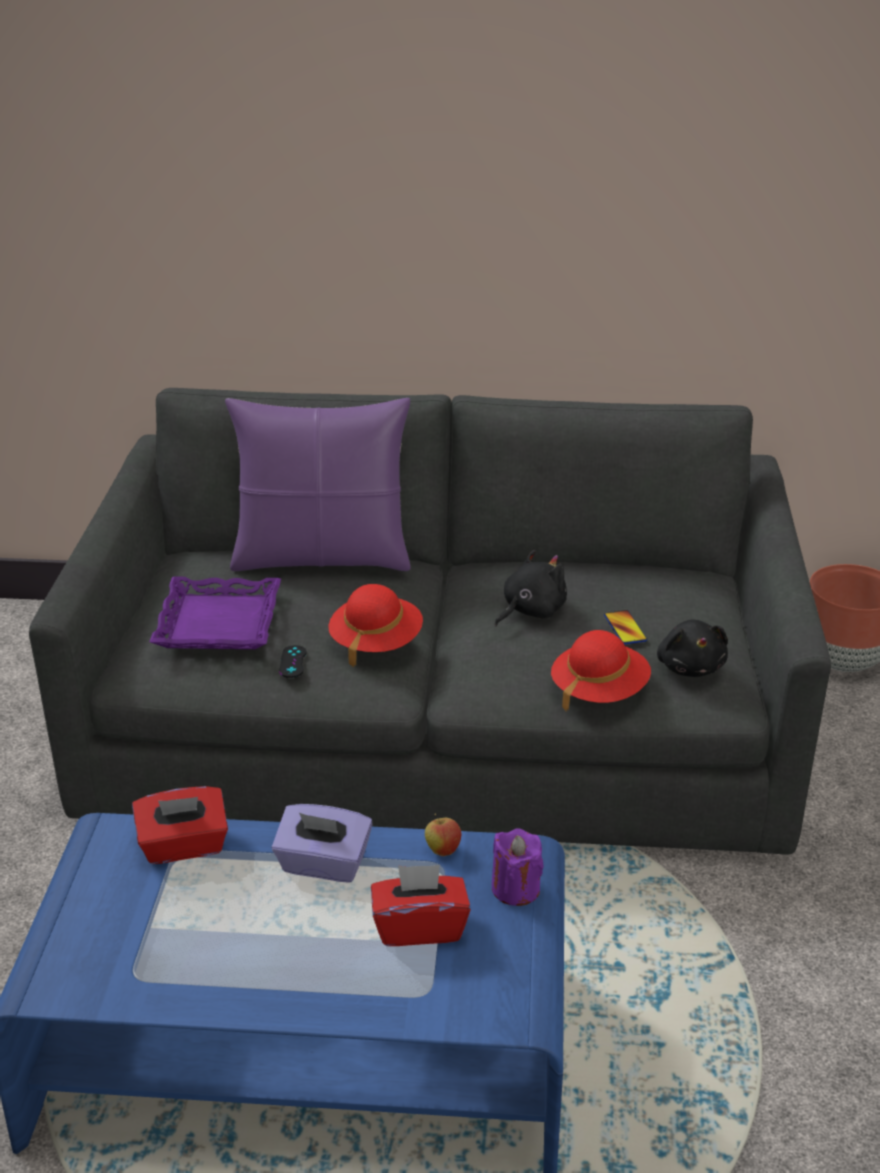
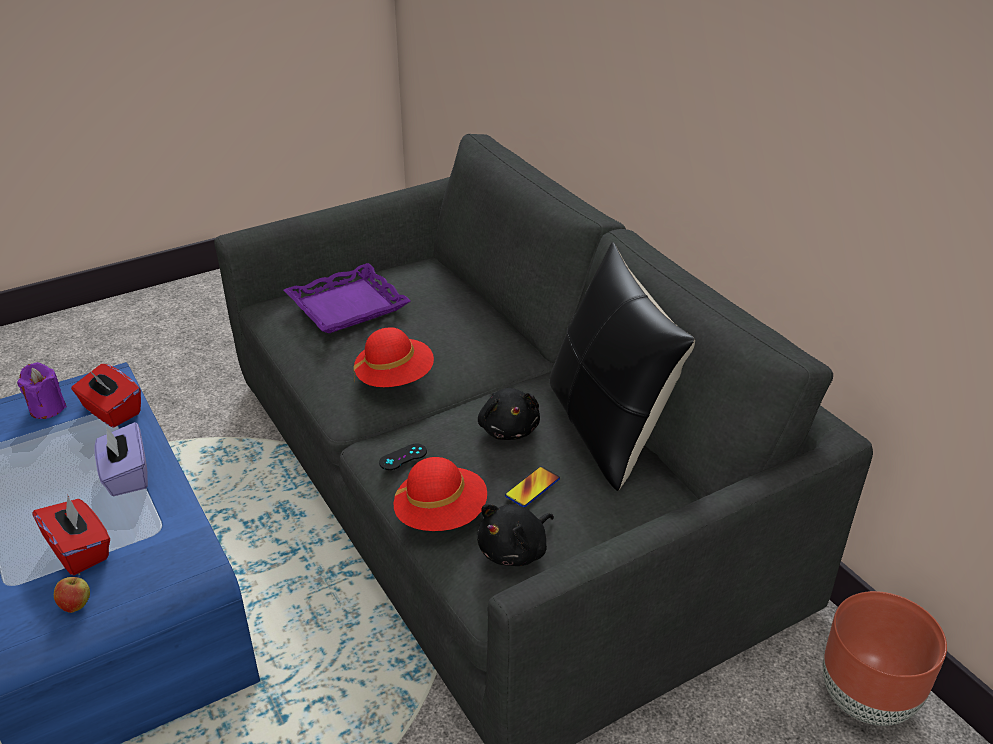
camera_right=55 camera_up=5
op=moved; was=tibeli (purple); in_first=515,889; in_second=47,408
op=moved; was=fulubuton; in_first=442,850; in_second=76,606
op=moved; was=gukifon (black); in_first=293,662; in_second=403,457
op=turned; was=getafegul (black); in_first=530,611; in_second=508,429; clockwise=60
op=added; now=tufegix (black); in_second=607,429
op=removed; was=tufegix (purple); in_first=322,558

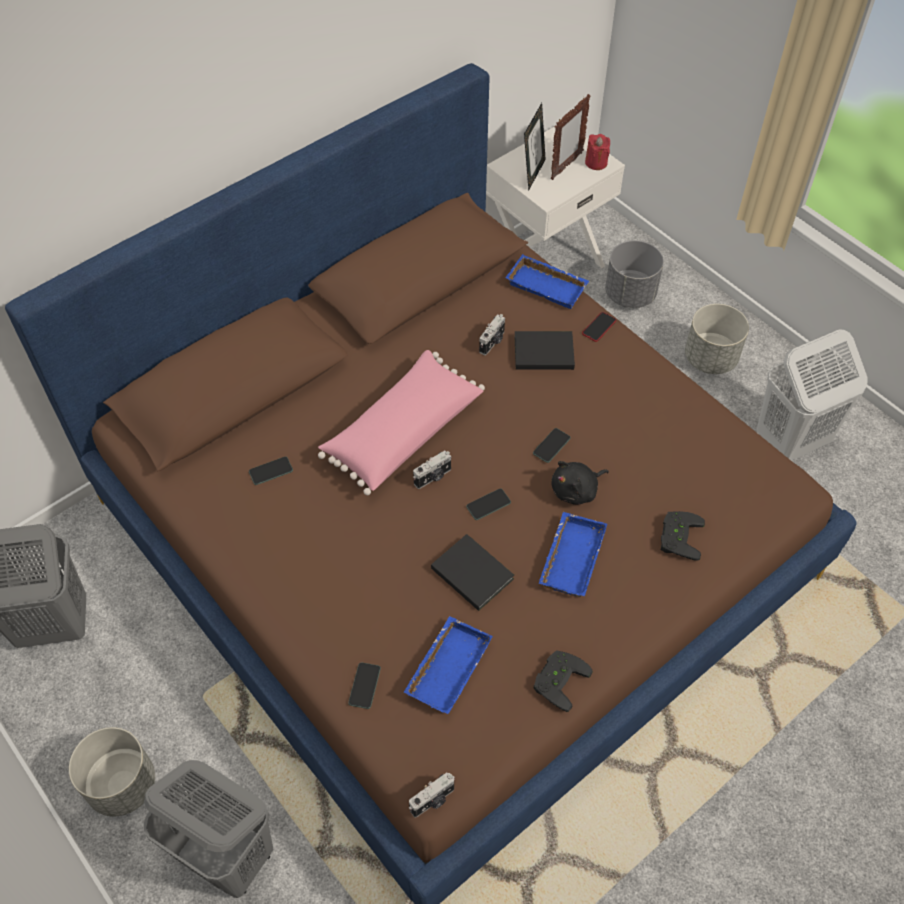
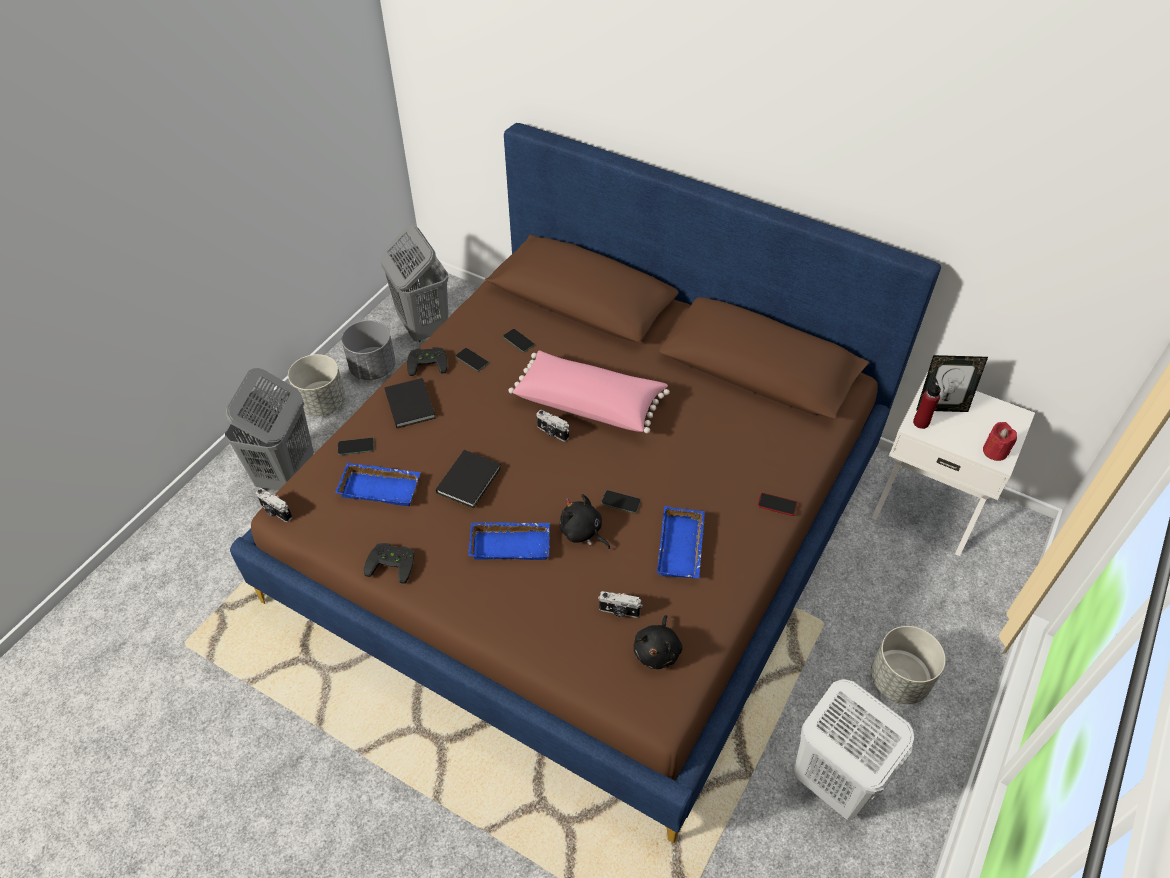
camera_right=70 camera_up=-5
op=moved; was=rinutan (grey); in_first=630,294; in_second=372,368
op=moved; was=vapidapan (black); in_first=542,352; in_second=410,403
op=moved; was=gukifon (black); in_first=677,536; in_second=428,362
op=moved; was=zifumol; in_first=488,504; in_second=472,360
op=moved; was=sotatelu; in_first=493,342; in_second=619,611
op=added; now=getafegul (black); in_second=657,651
op=moved; was=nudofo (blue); in_first=548,285; in_second=682,548
op=added; now=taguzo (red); in_second=921,422
op=removed; was=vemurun; in_first=566,166

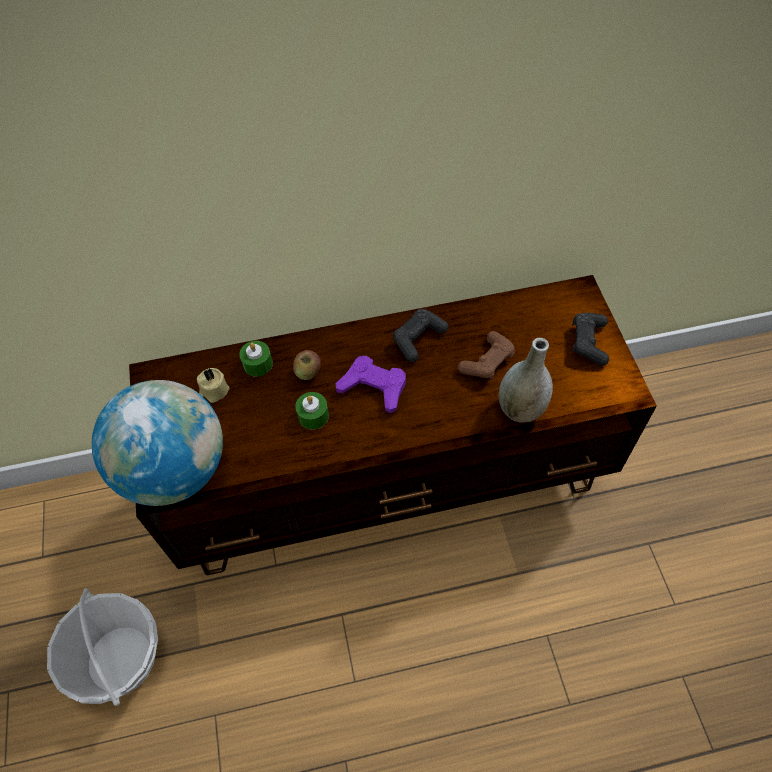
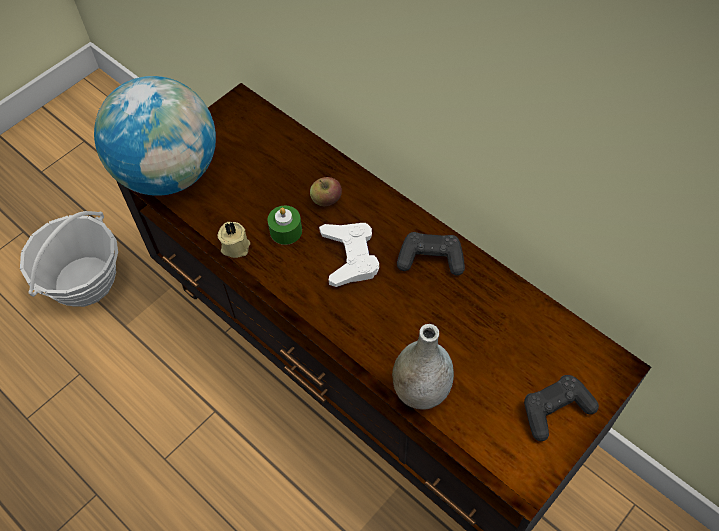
camera_right=55 camera_up=0
op=moved; was=tibeli (beige); in_first=214,390; in_second=235,246
op=recoloured; was=gukifon (purple); now=gukifon (white); in_first=374,387; in_second=350,256
op=removed; was=tibeli (green); in_first=257,364
op=removed; was=gukifon (brown); in_first=487,362

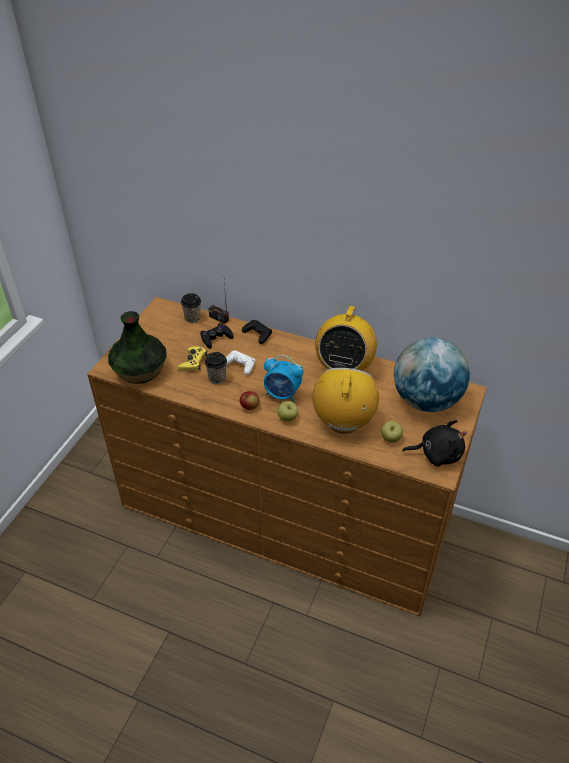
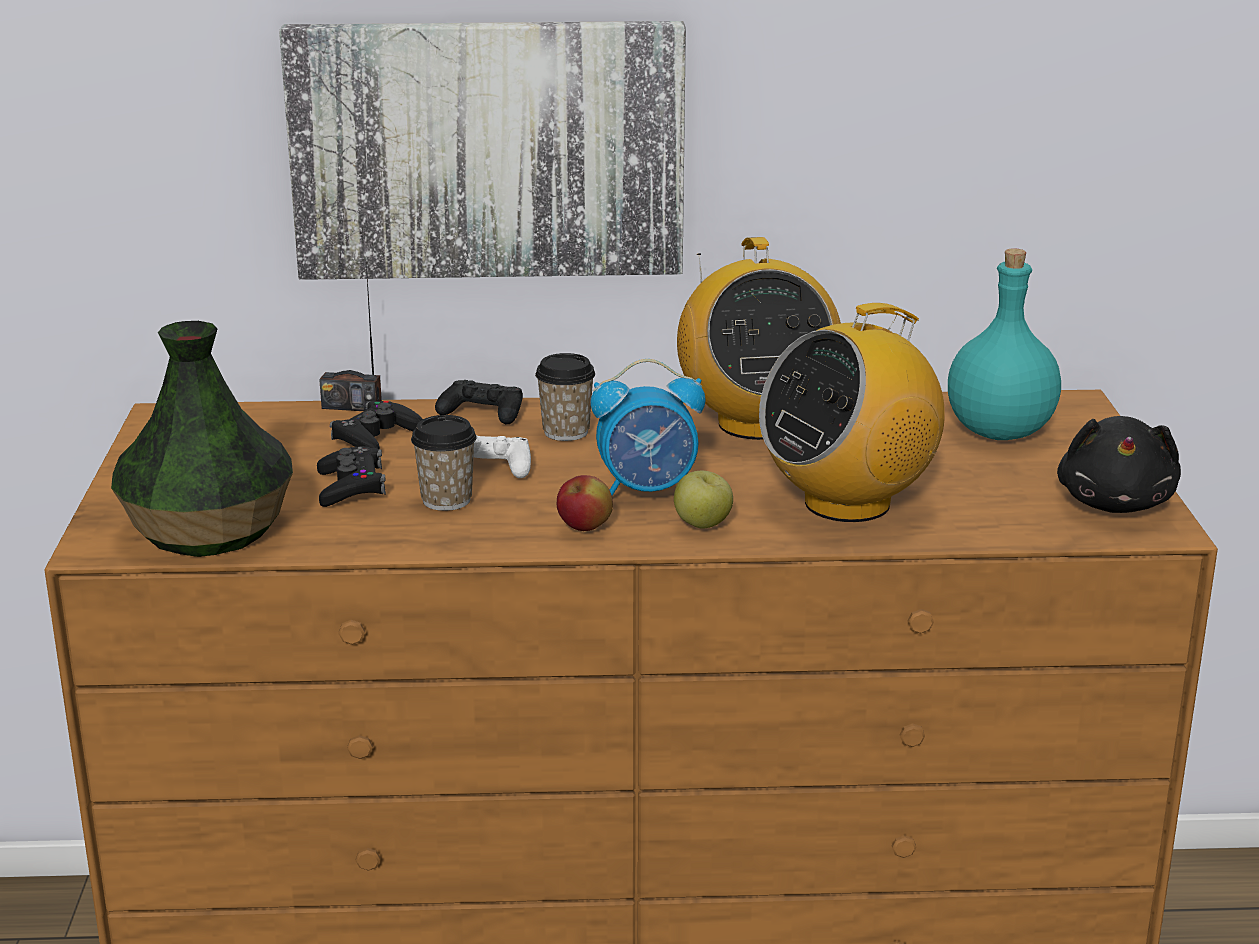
camera_right=-25 camera_up=-20
op=added; now=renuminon; in_second=488,149
op=recoloured; was=gukifon (yellow); now=gukifon (black); in_first=193,362; in_second=351,486
op=moved; was=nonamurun; in_first=192,318; in_second=566,432
op=turned; was=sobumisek; in_first=343,422; in_second=848,503; clockwise=-105
op=replaced; was=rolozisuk; now=taguzo (turquoise); in_first=426,400; in_second=997,432
op=turned; was=getafegul (black); in_first=437,454; in_second=1115,503; clockwise=120
op=removed; was=fulubuton; in_first=390,439

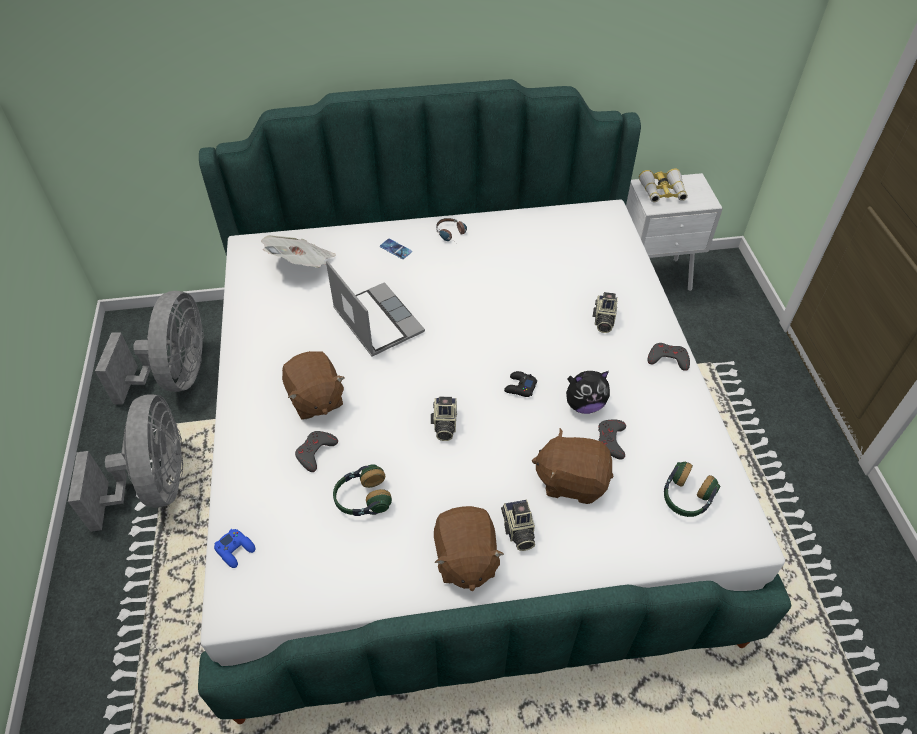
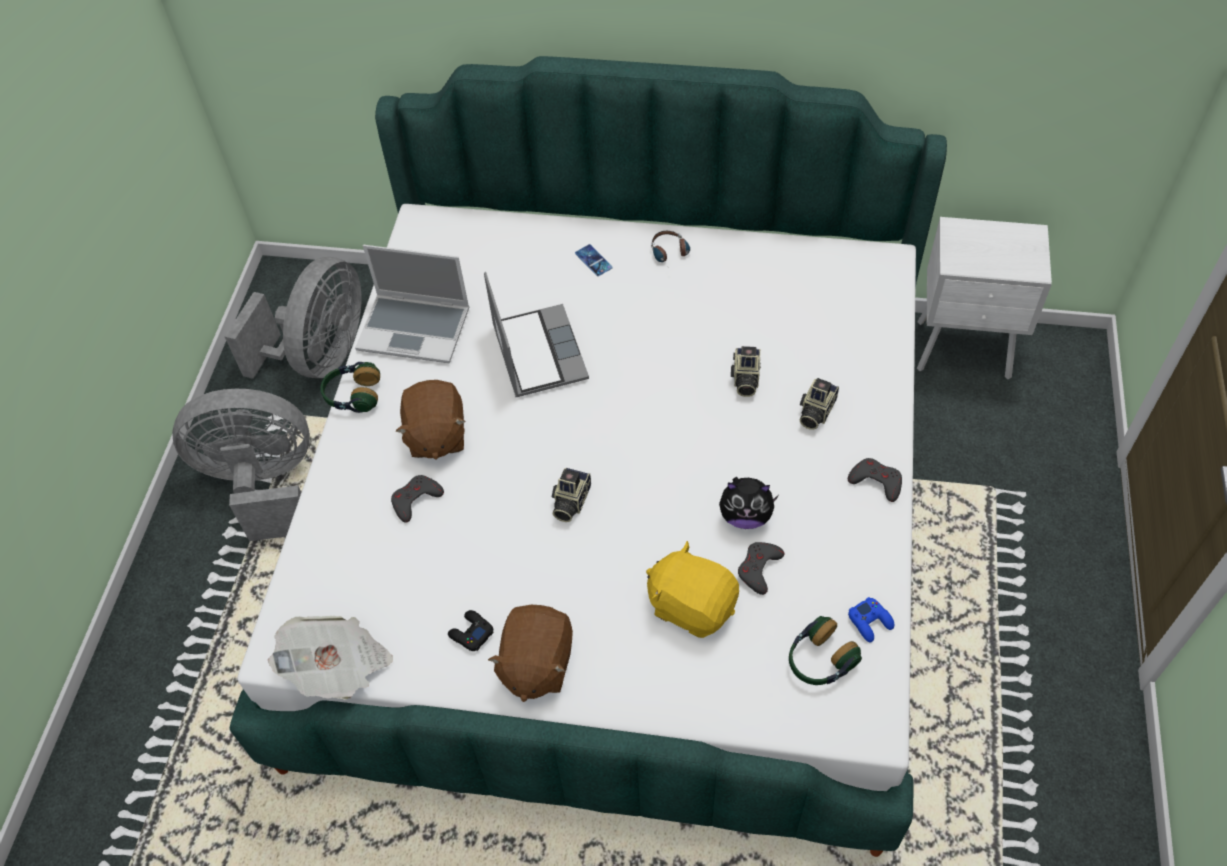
camera_right=20 camera_up=5
op=turned; was=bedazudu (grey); in_first=155,486; in_second=264,485; clockwise=-105
op=moved; was=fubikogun; in_first=302,264; in_second=338,667
op=moved; was=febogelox; in_first=362,499; in_second=353,395
op=added; now=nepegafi; in_second=416,329
op=moved; was=gukifon (black); in_first=520,387; in_second=471,633
op=recoloured; was=getafegul (brown); now=getafegul (yellow); in_first=571,480; in_second=692,605
op=moved; was=sotatelu; in_first=518,531; in_second=745,379
op=moved; was=gukifon (blue); in_first=235,550; in_second=870,622
op=removed; was=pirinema; in_first=662,192

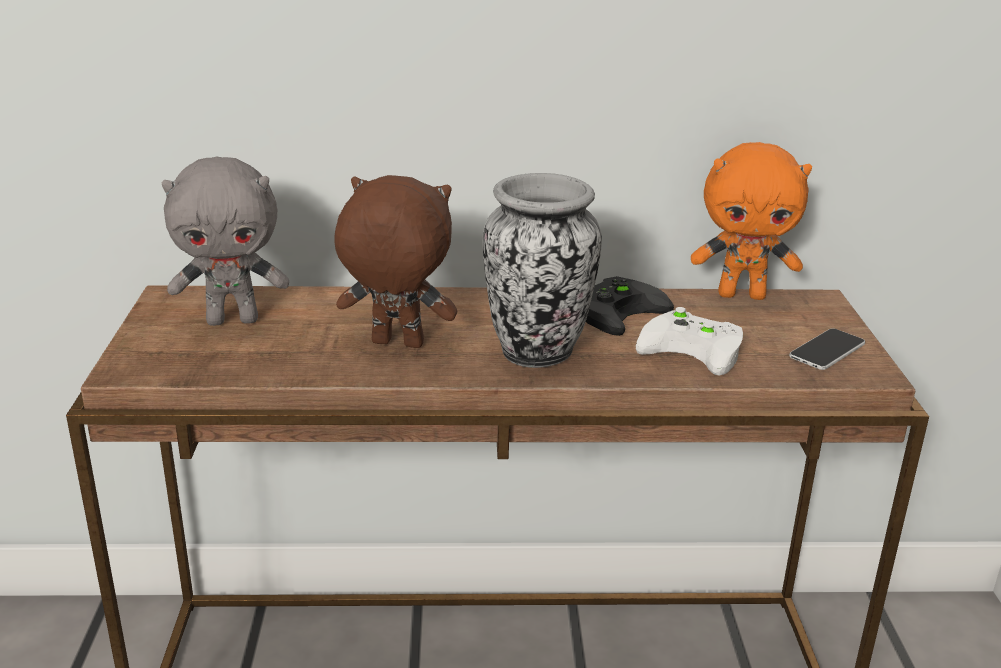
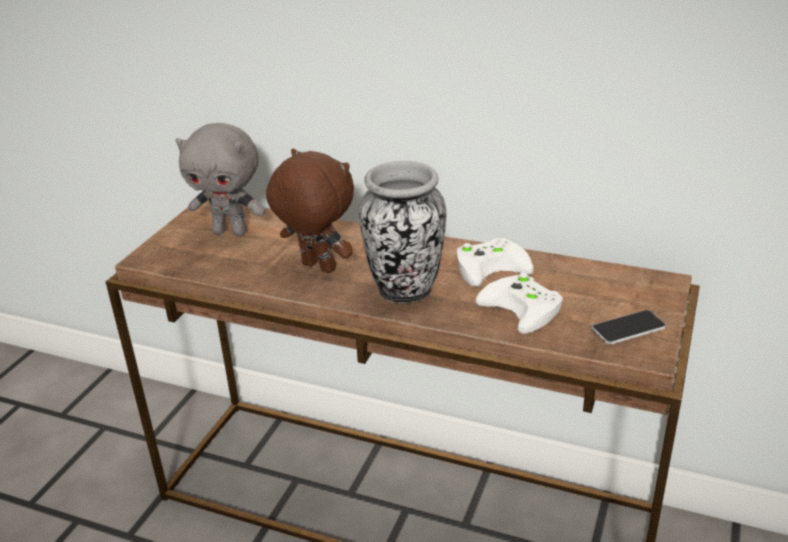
camera_right=25 camera_up=5
op=recoloured; was=gukifon (black); now=gukifon (white); in_first=617,310; in_second=492,265
op=removed; was=getafegul (orange); in_first=742,295

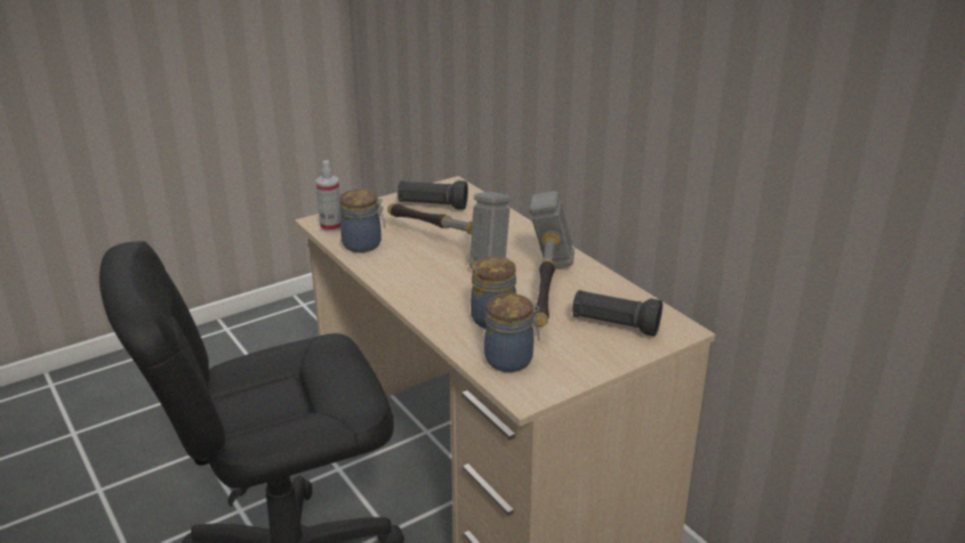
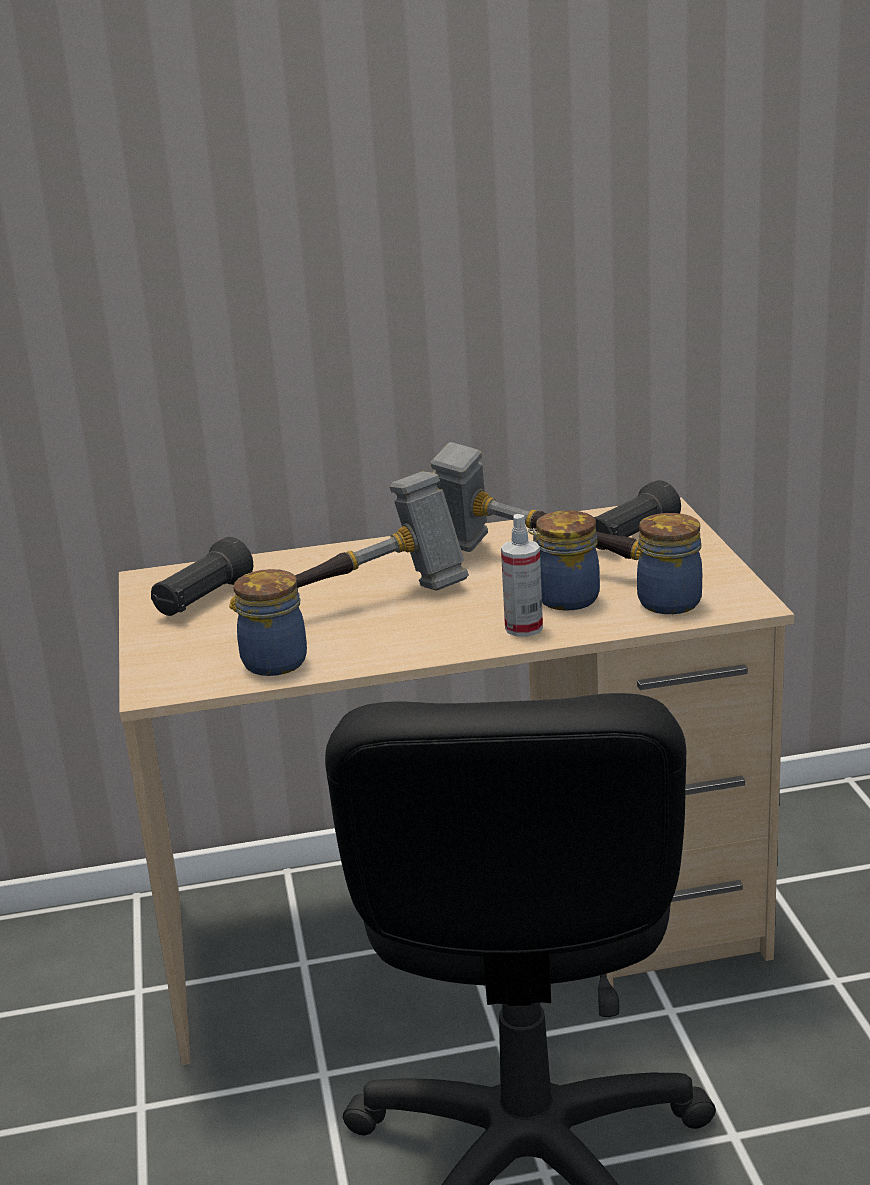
camera_right=-65 camera_up=-5
op=moved; was=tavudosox; in_first=331,227; in_second=523,628

